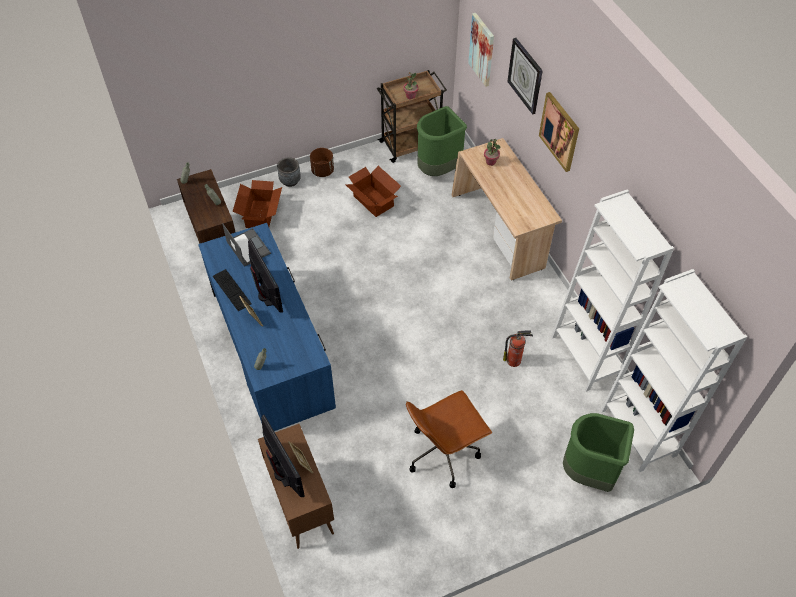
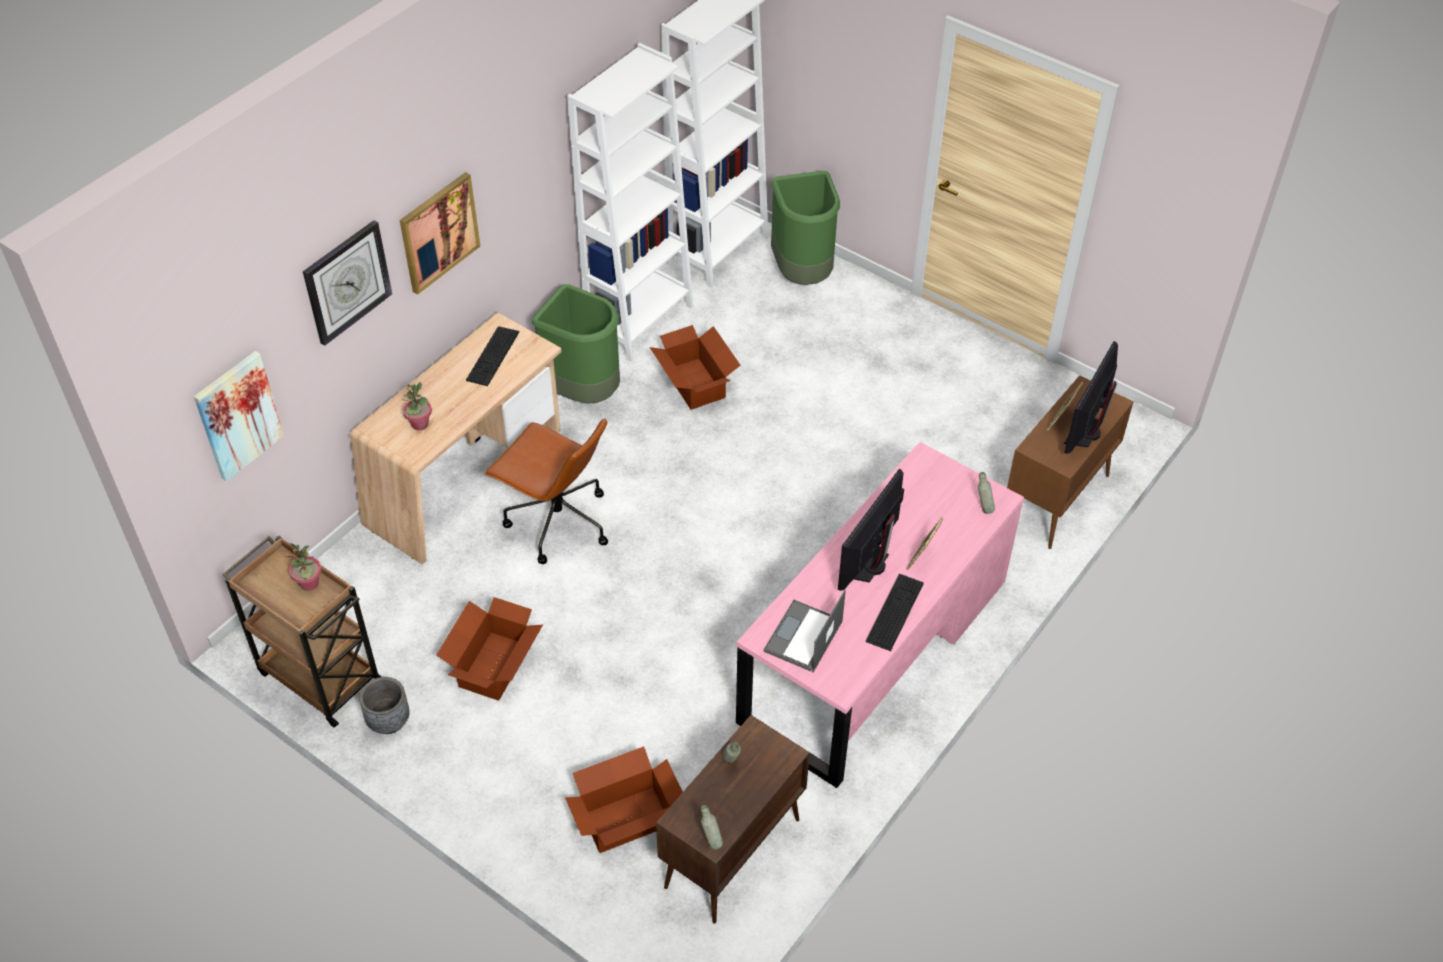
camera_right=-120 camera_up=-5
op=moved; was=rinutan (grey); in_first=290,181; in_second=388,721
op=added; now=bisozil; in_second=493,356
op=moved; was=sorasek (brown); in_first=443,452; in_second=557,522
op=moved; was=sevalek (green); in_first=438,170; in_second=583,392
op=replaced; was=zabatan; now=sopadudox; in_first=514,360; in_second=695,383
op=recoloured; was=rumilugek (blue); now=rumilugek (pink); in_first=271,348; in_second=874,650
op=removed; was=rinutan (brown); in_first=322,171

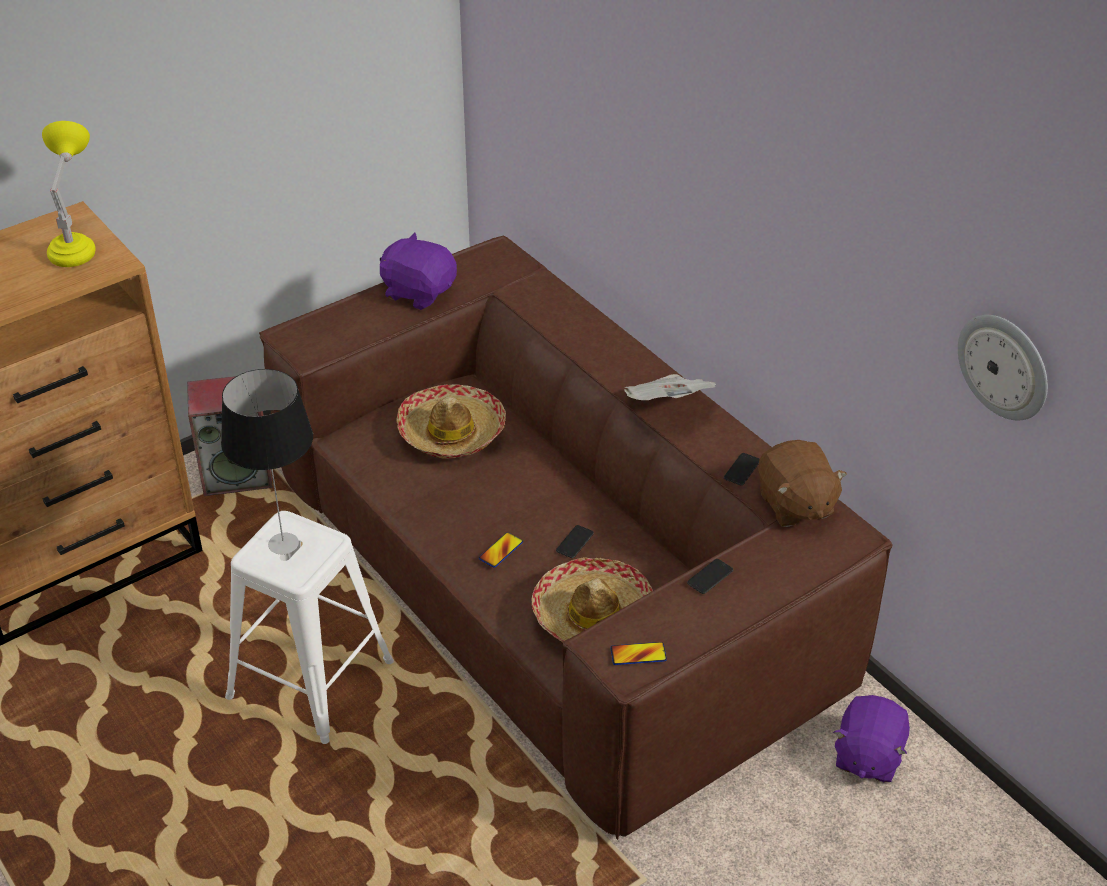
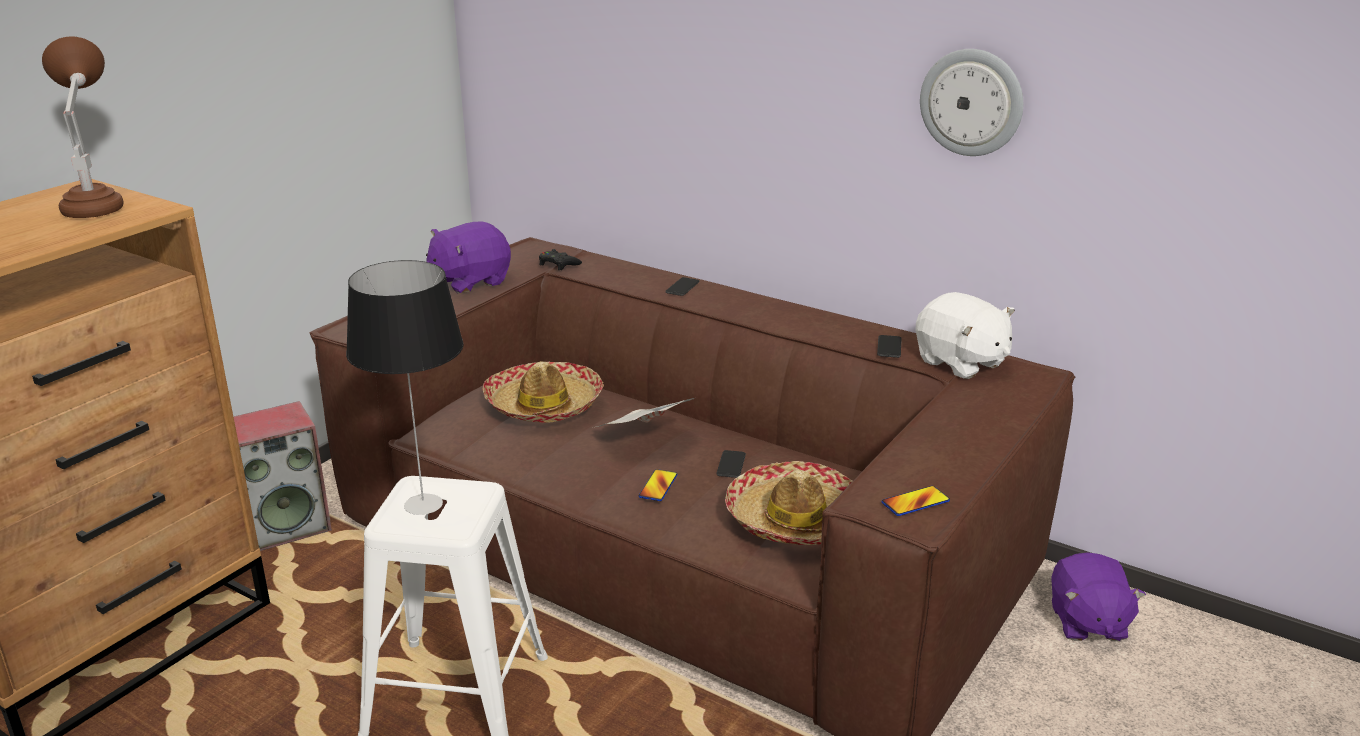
camera_right=-20 camera_up=-15
op=recoloured; was=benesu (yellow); now=benesu (brown); in_first=77,246; in_second=96,204
op=turned; was=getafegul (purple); in_first=418,292; in_second=470,281; clockwise=-45
op=added; now=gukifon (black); in_second=558,264
op=moved; was=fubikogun; in_first=668,407; in_second=644,437
op=moved; was=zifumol; in_first=710,577; in_second=682,287
op=recoloured; was=getafegul (brown); now=getafegul (white); in_first=795,505; in_second=960,363
op=moved; was=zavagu; in_first=1004,366; in_second=971,102

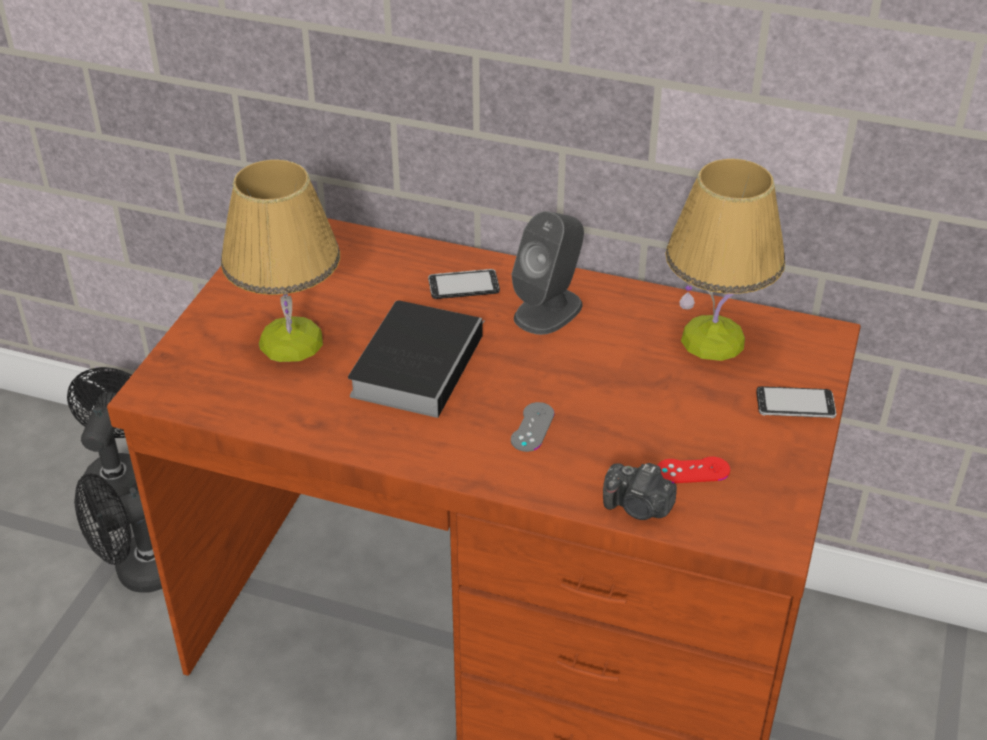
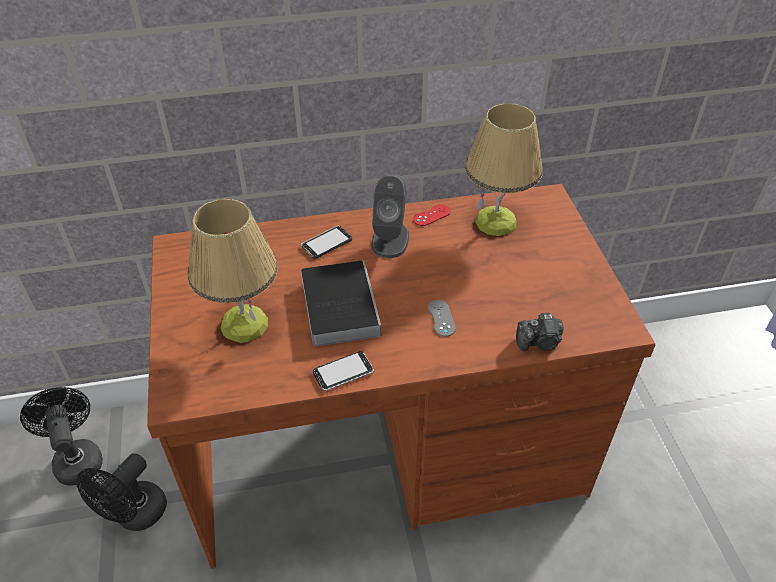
camera_right=-30 camera_up=5
op=moved; was=zifumol; in_first=795,405; in_second=343,372
op=moved; was=gukifon (red); in_first=692,470; in_second=431,215

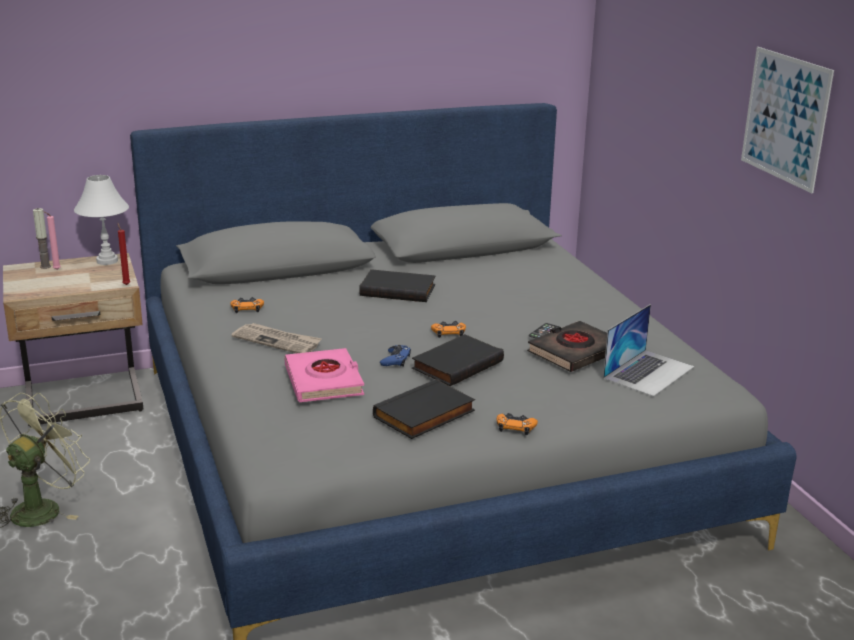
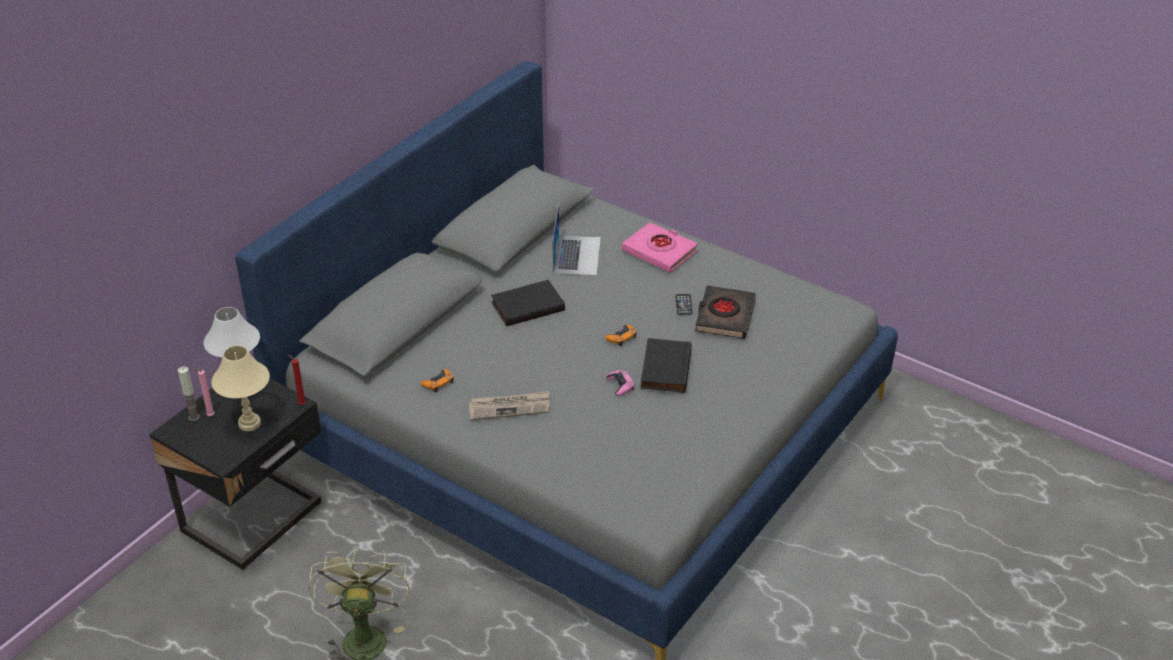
camera_right=-35 camera_up=15
op=recoloured; was=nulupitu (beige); now=nulupitu (black); in_first=85,401; in_second=255,519
op=added; now=benesu (beige); in_second=249,424
op=moved; was=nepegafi; in_first=648,372; in_second=576,255
op=recoloured; was=gukifon (blue); now=gukifon (pink); in_first=395,360; in_second=620,385
op=moved; was=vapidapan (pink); in_first=324,381; in_second=659,251
op=removed; was=vapidapan (black); in_first=425,415
op=removed; was=gukifon (orange); in_first=515,427
op=removed; was=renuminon; in_first=785,118

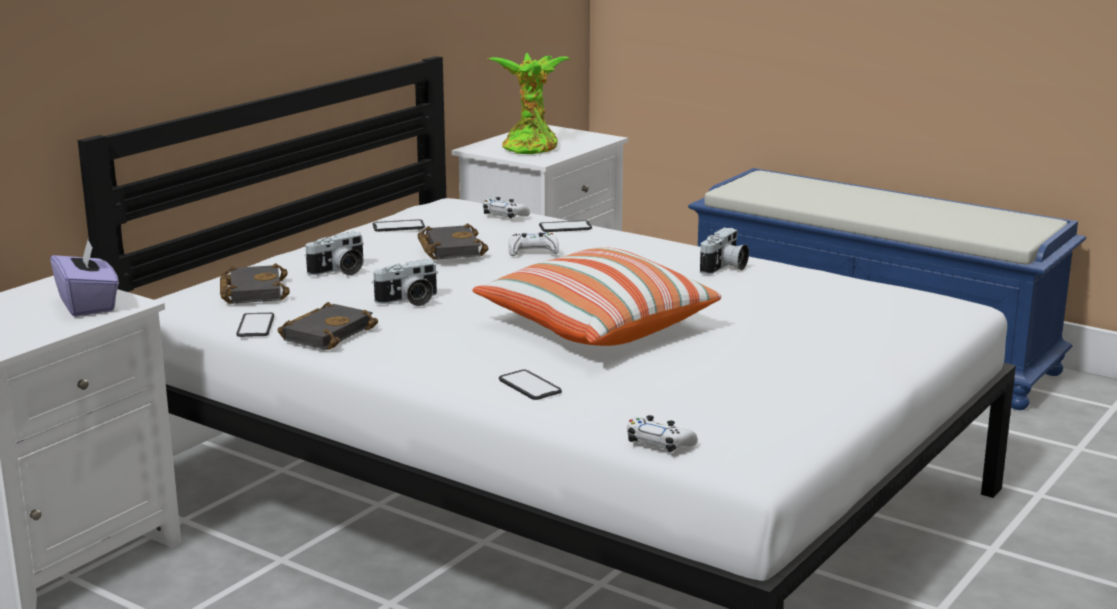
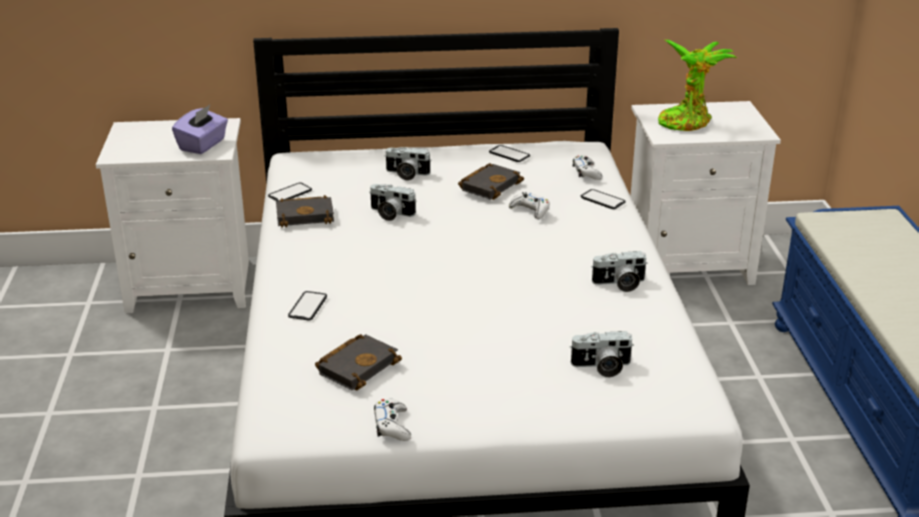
camera_right=50 camera_up=10
op=moved; was=vapidapan (black); in_first=252,291; in_second=358,365
op=moved; was=gukifon (white); in_first=659,443; in_second=392,426
op=added; now=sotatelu; in_second=601,367
op=removed; was=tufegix; in_first=595,327

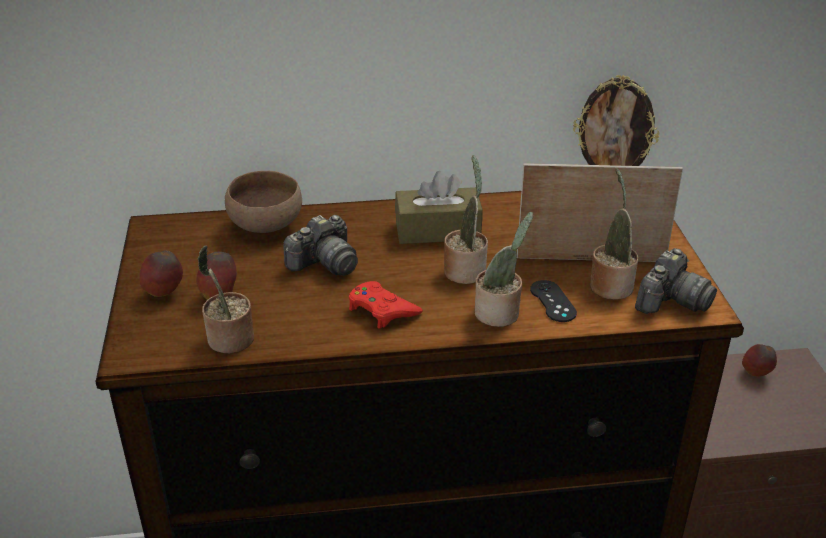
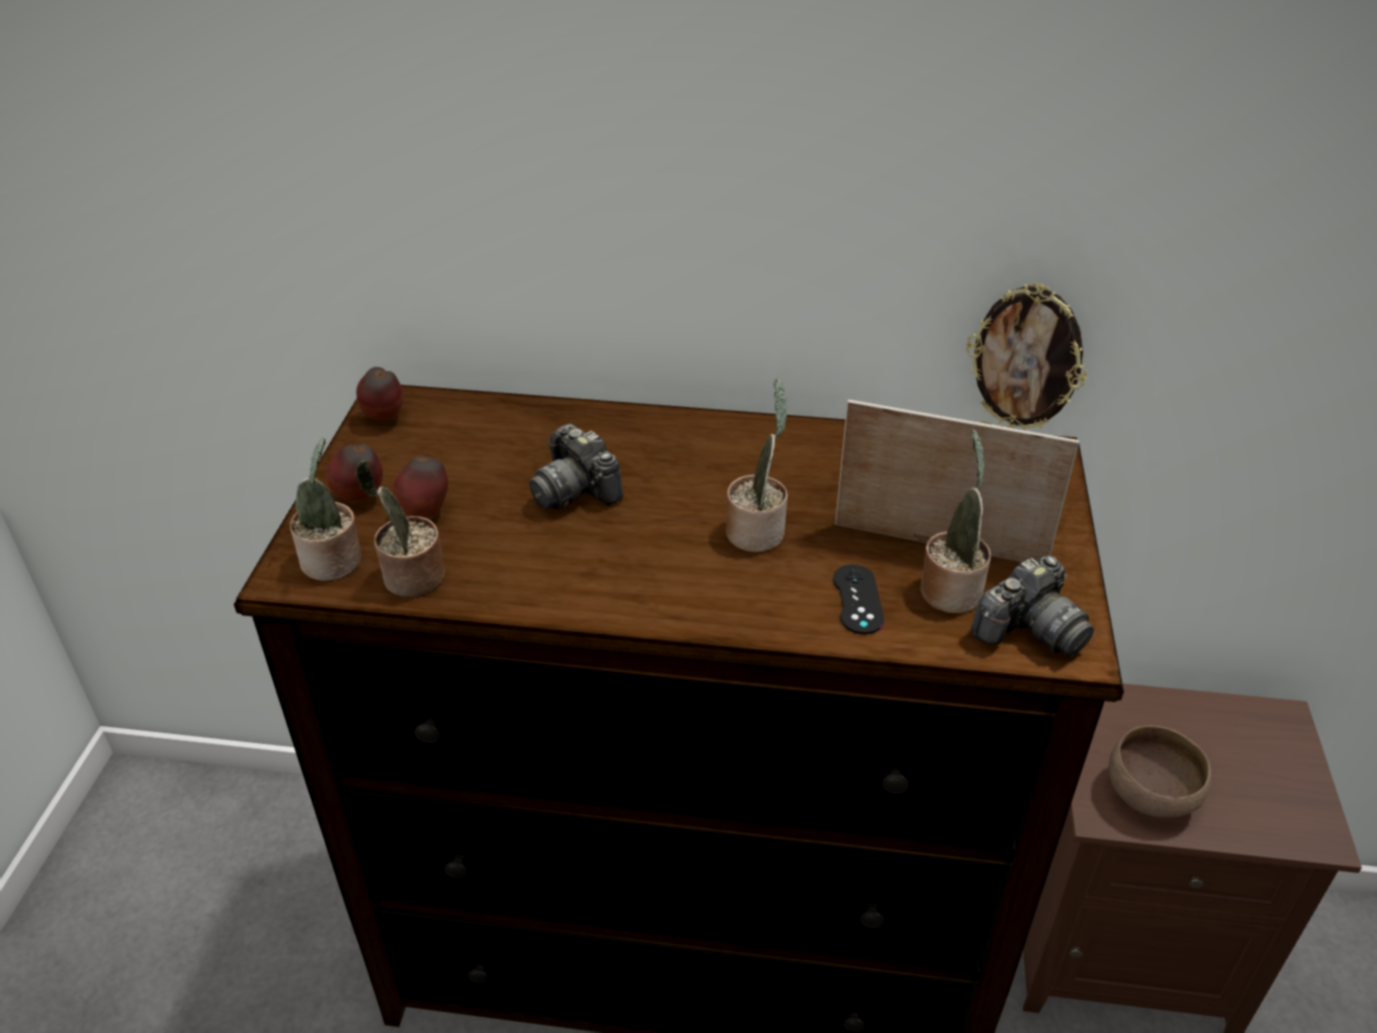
camera_right=15 camera_up=5
op=moved; was=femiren; in_first=500,314; in_second=334,563
op=moved; was=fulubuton; in_first=756,374; in_second=384,418
op=turned; was=sotatelu; in_first=324,264; in_second=575,490; clockwise=75
op=moved; was=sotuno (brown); in_first=267,225; in_second=1152,795
op=removed; was=gukifon (red); in_first=382,310
op=removed; was=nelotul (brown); in_first=437,230

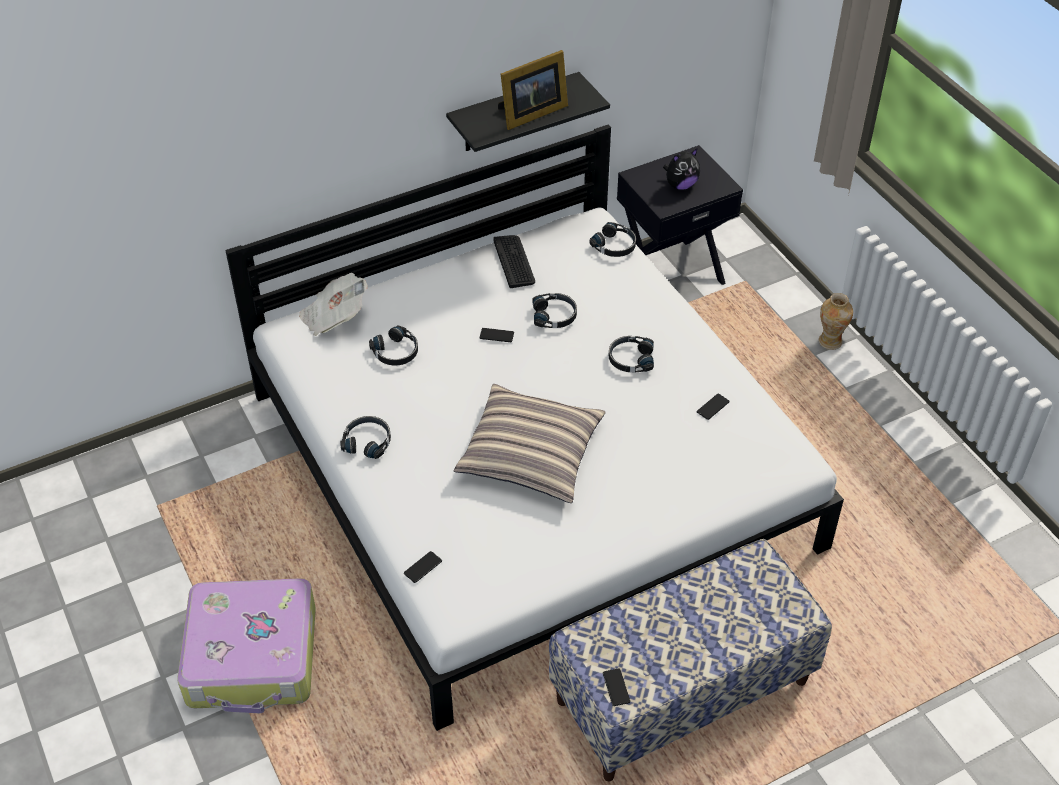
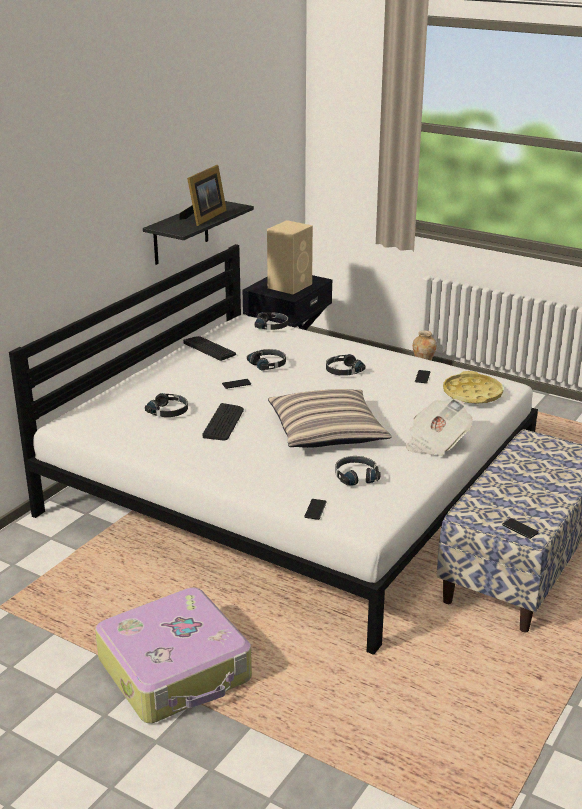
camera_right=-30 camera_up=-20
op=added; now=bisozil; in_second=224,423
op=replaced; was=getafegul; now=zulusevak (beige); in_first=680,185; in_second=290,285
op=moved; was=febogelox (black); in_first=367,441; in_second=356,476
op=moved; was=fubikogun; in_first=334,317; in_second=435,443
op=added; now=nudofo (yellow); in_second=472,394

